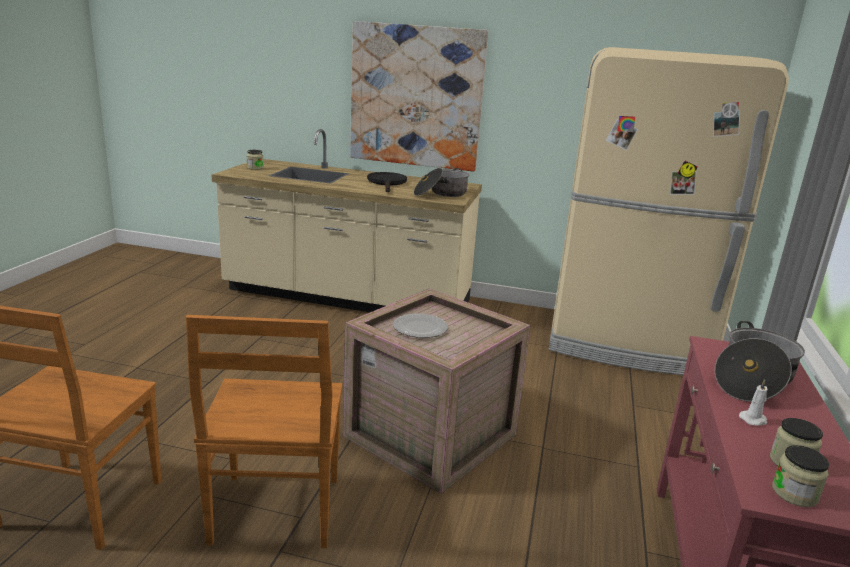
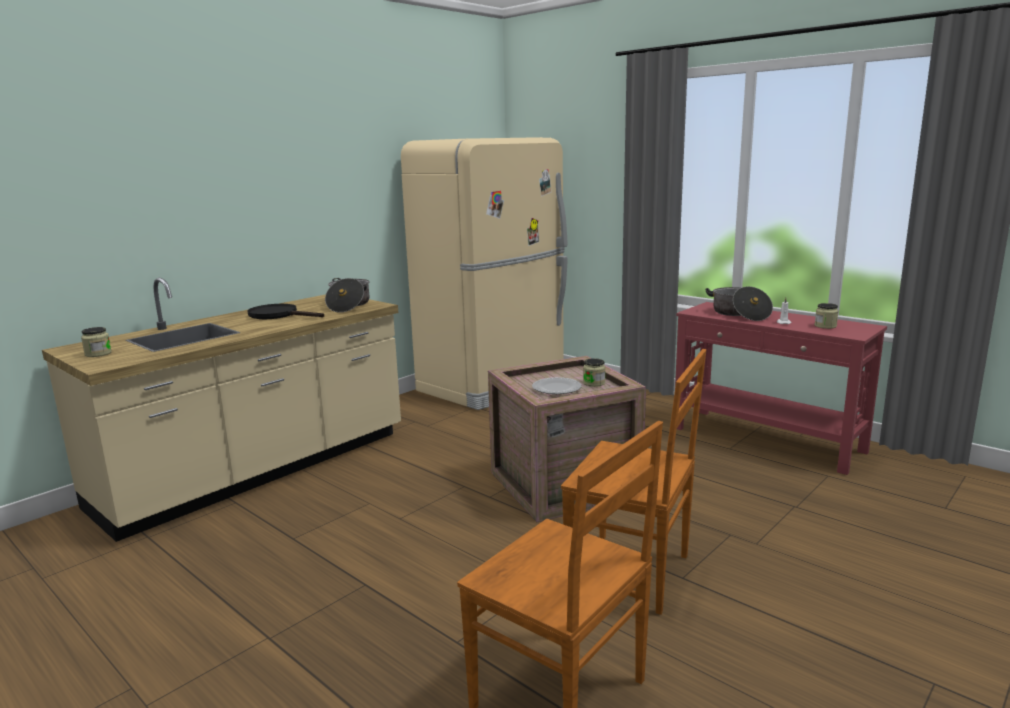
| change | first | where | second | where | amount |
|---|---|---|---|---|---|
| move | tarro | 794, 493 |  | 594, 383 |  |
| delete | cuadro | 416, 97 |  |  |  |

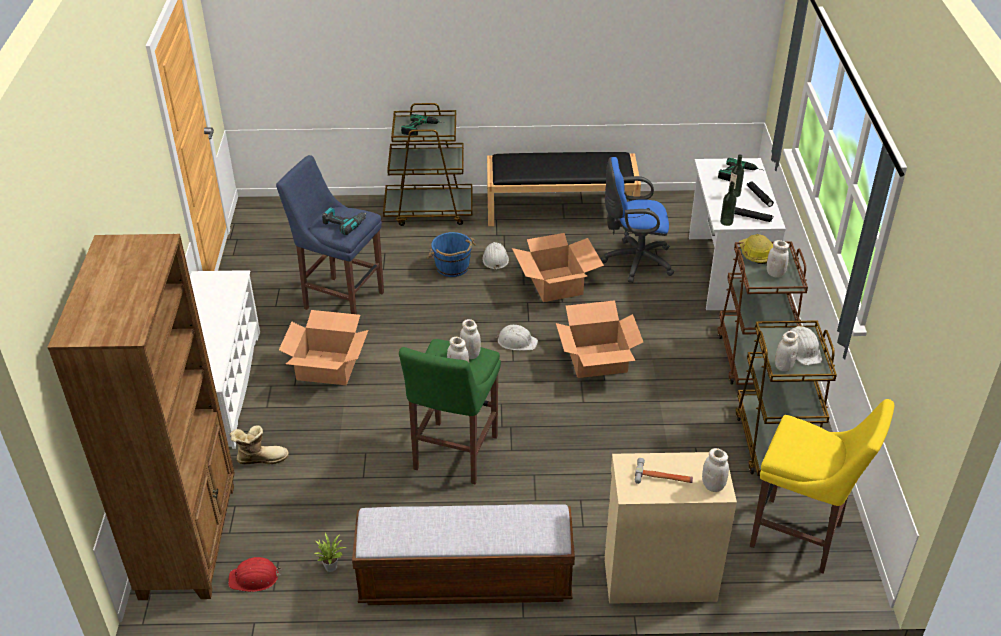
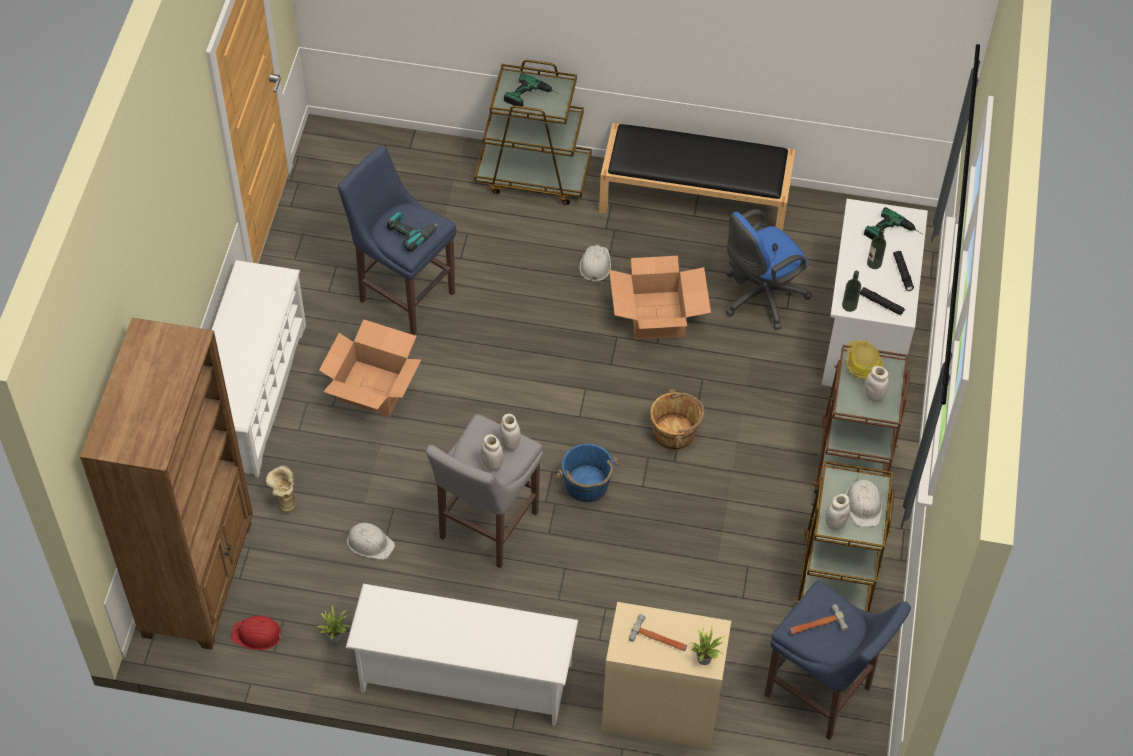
| change | first | where | second | where | amount |
|---|---|---|---|---|---|
| rotate | bota | 261, 458 |  | 283, 494 | 105 degrees counterclockwise |
| move | casco/blanco | 516, 342 |  | 369, 543 |  |
| replace | banco | 465, 580 | zapatero/blanco | 464, 678 |  |
| recolor | taburete/verde | 453, 455 | taburete/gris | 485, 528 |  |
| move | cubo/azul | 452, 267 |  | 587, 485 |  |
| replace | caja de cartón | 598, 360 | cubo/marrón | 675, 433 |  |
| replace | tarro/blanco | 713, 486 | planta en maceta | 705, 657 |  |
| rotate | silla de oficina/azul | 634, 261 |  | 759, 297 | 45 degrees counterclockwise |
| recolor | taburete/amarillo | 801, 537 | taburete/azul | 822, 695 |  |
| insert |  |  | martillo | 816, 626 |  |

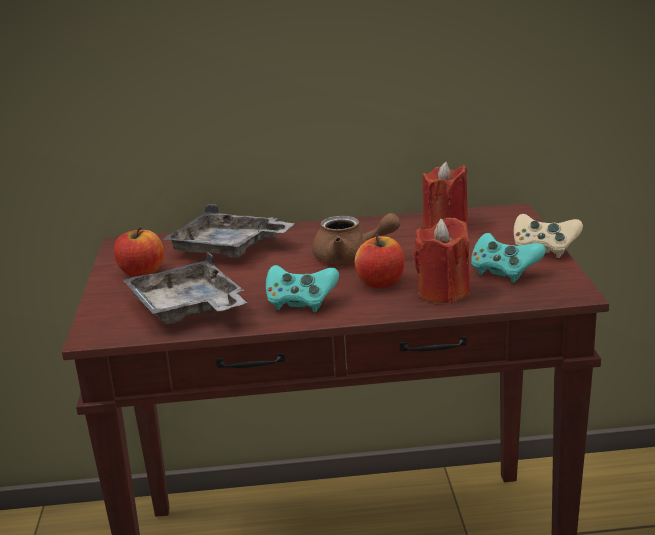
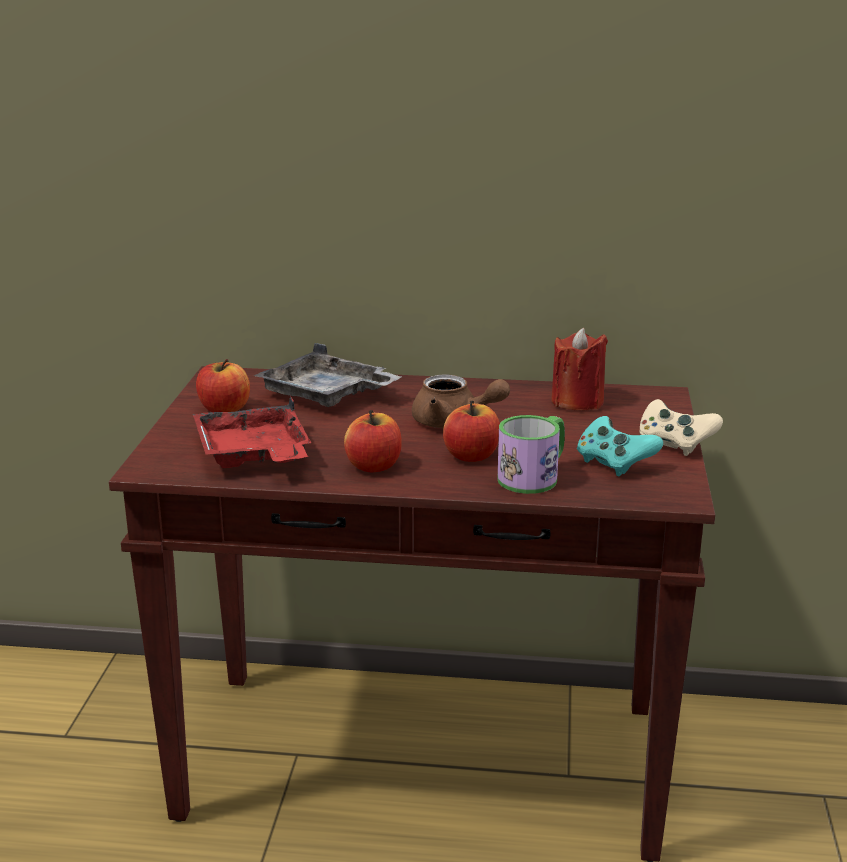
| change | first | where | second | where | amount |
|---|---|---|---|---|---|
| recolor | bandeja/gris | 188, 309 | bandeja/rojo | 254, 455 |  |
| replace | mando de consola/turquesa | 300, 303 | manzana | 374, 466 |  |
| replace | vela/rojo | 443, 292 | taza grande | 534, 476 |  |

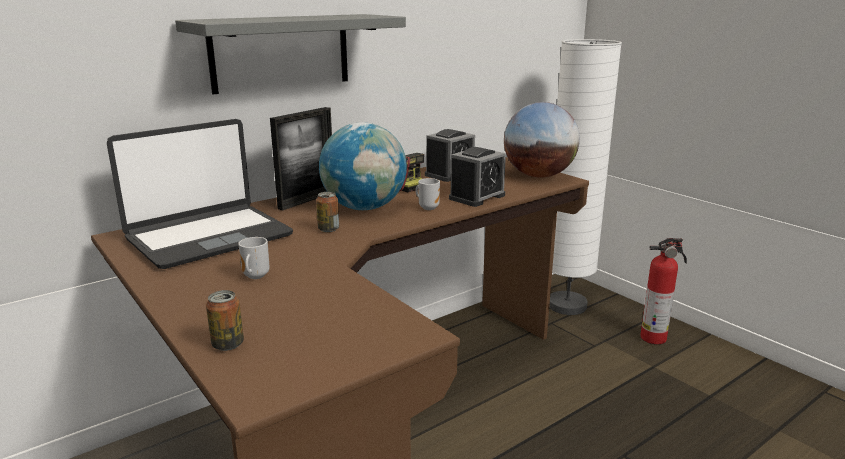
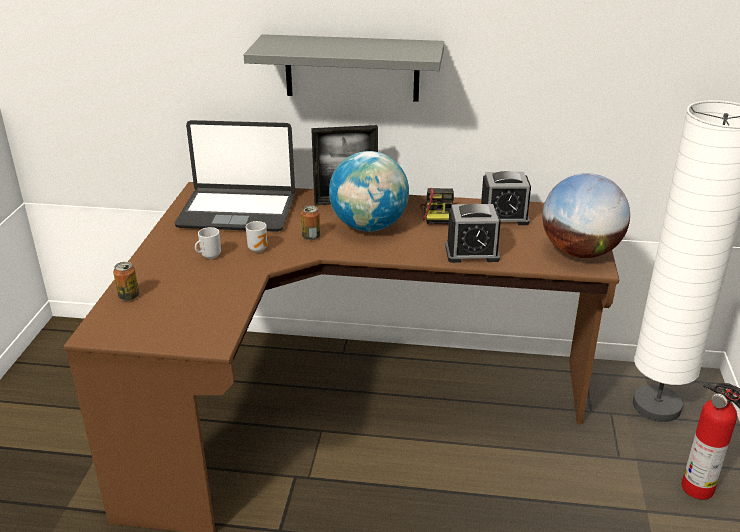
| change | first | where | second | where | amount |
|---|---|---|---|---|---|
| move | taza grande | 428, 207 |  | 259, 249 |  |

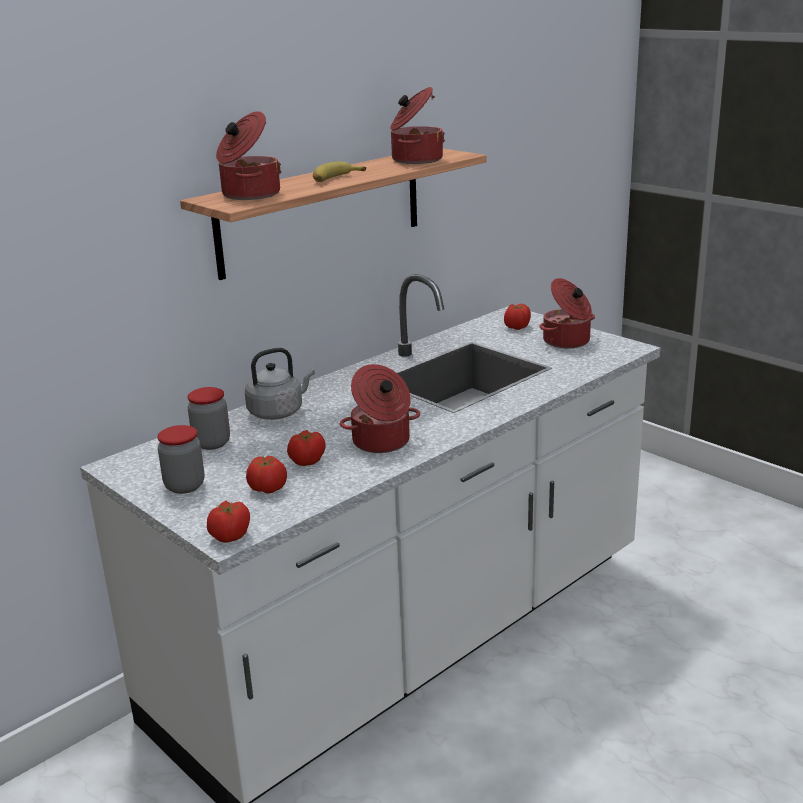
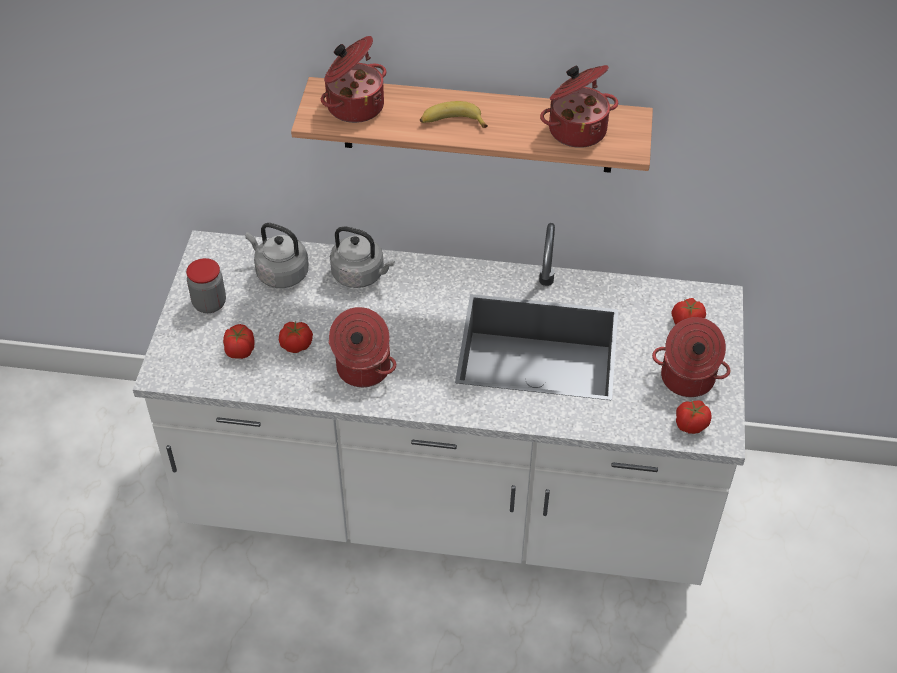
| change | first | where | second | where | amount |
|---|---|---|---|---|---|
| replace | tarro | 212, 443 | hervidor/gris | 280, 273 |  |
| move | tomate | 230, 536 |  | 690, 425 |  |

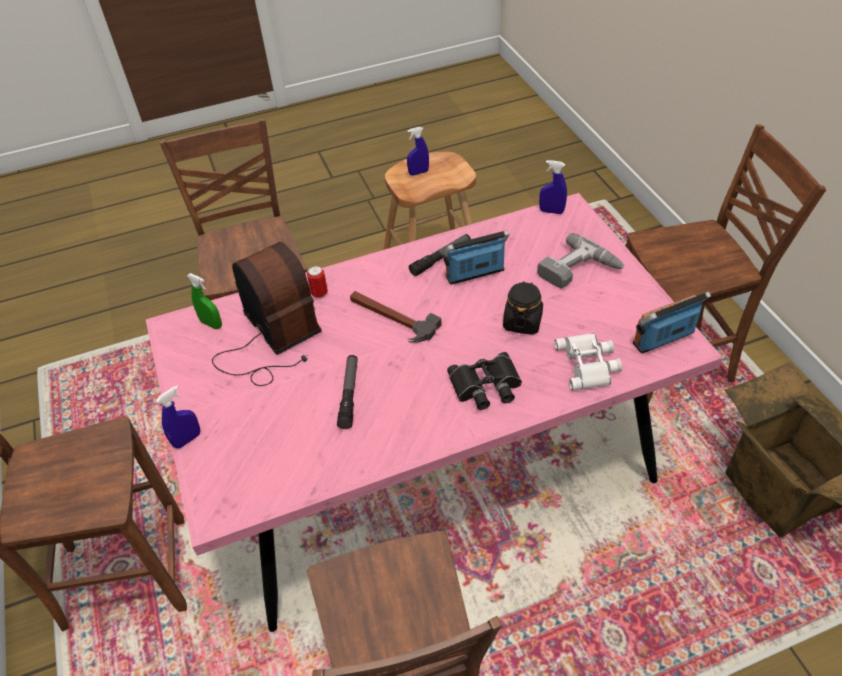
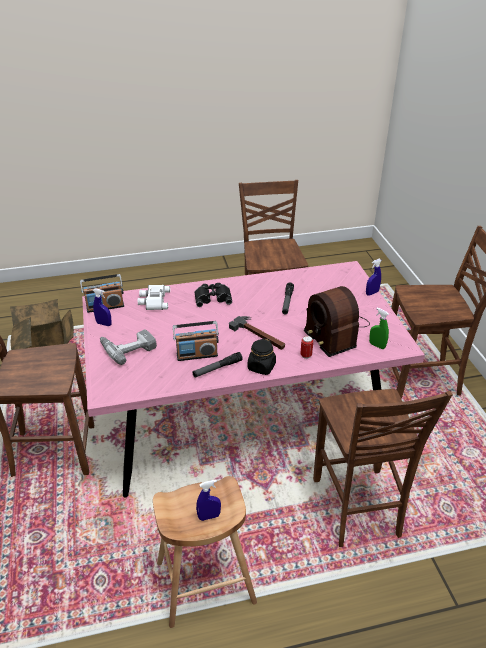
| change | first | where | second | where | amount |
|---|---|---|---|---|---|
| move | pulverizador/azul | 551, 211 |  | 104, 324 |  |
| move | tarro/negro | 522, 322 |  | 261, 367 |  |

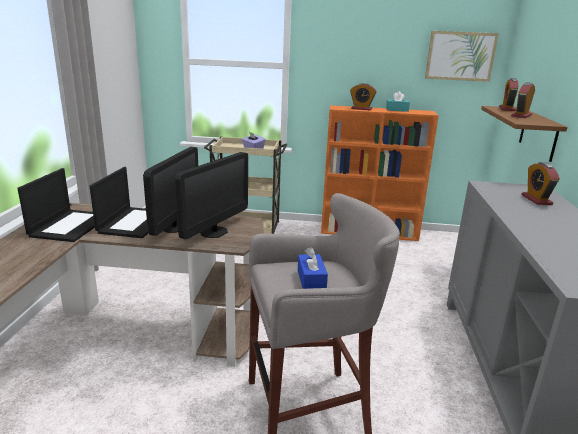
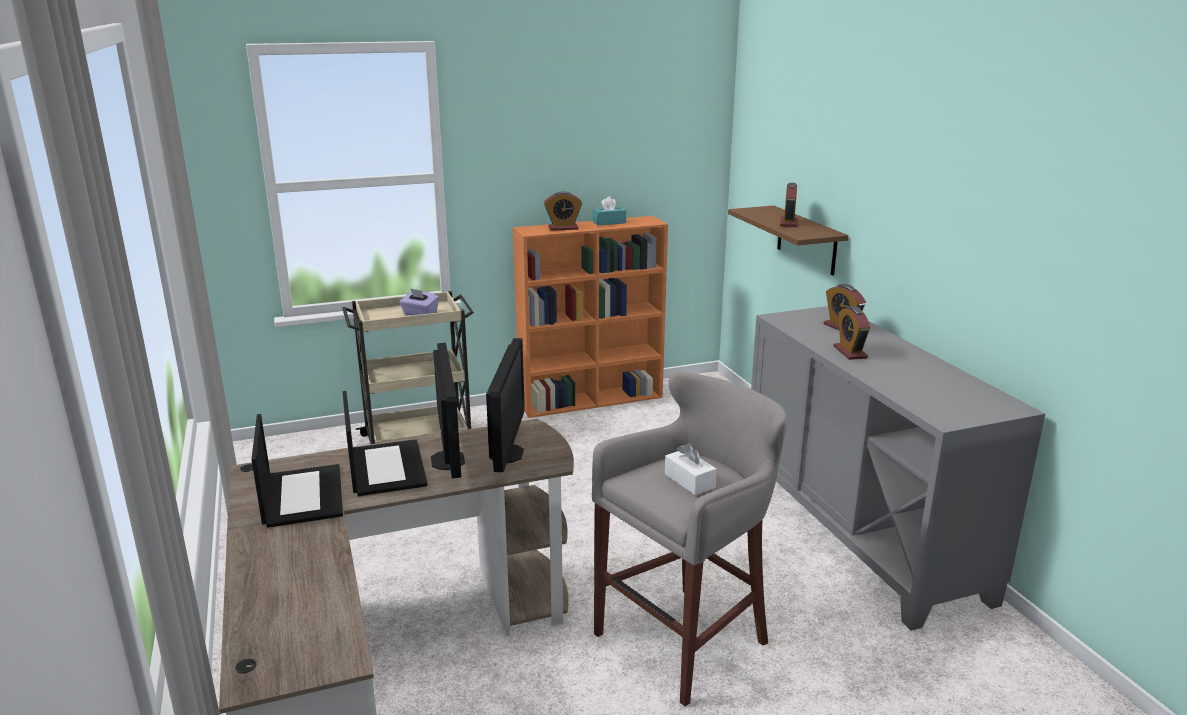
| change | first | where | second | where | amount |
|---|---|---|---|---|---|
| recolor | caja de pañuelos/azul | 311, 280 | caja de pañuelos/blanco | 689, 481 |  |
| move | despertador | 507, 109 |  | 850, 352 |  |
| delete | cuadro | 460, 56 |  |  |  |

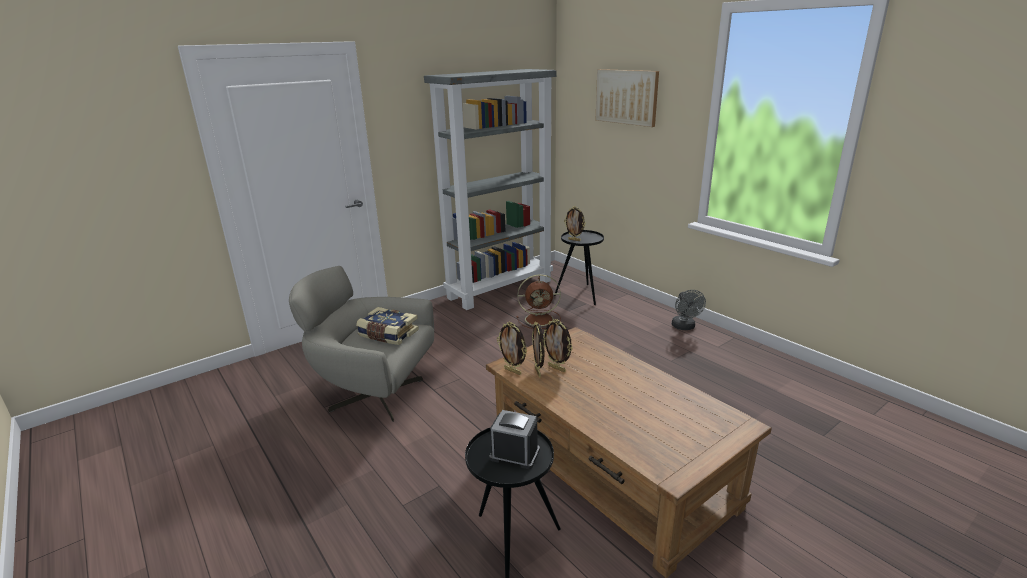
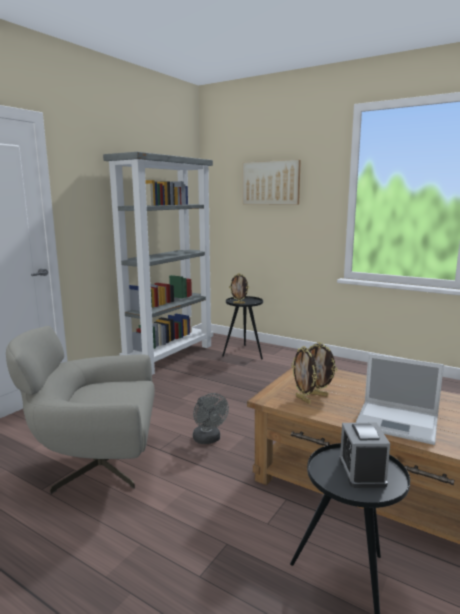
| change | first | where | second | where | amount |
|---|---|---|---|---|---|
| move | ventilador/gris | 684, 327 |  | 208, 440 |  |
| rotate | despertador | 514, 454 |  | 362, 472 | 90 degrees counterclockwise |
| insert |  |  | portátil | 398, 422 |  |
| delete | libro | 388, 335 |  |  |  |
| delete | portarretratos | 513, 371 |  |  |  |
| delete | ventilador/marrón | 540, 319 |  |  |  |

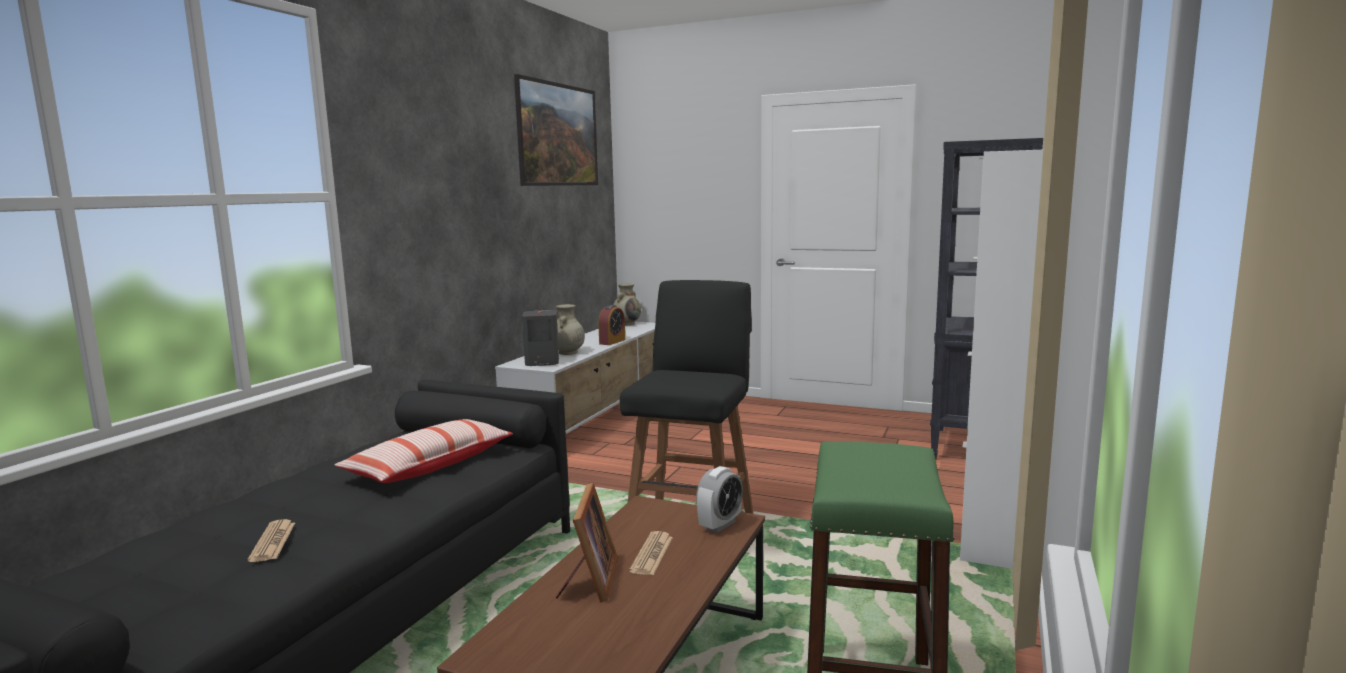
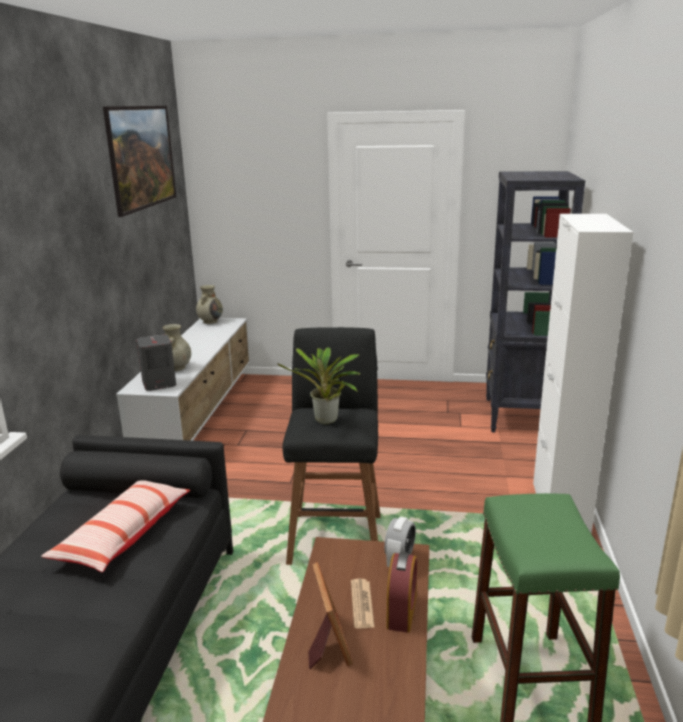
| change | first | where | second | where | amount |
|---|---|---|---|---|---|
| insert |  |  | planta en maceta | 327, 422 |  |
| move | despertador | 612, 342 |  | 401, 611 |  |
| delete | periódico | 273, 542 |  |  |  |

